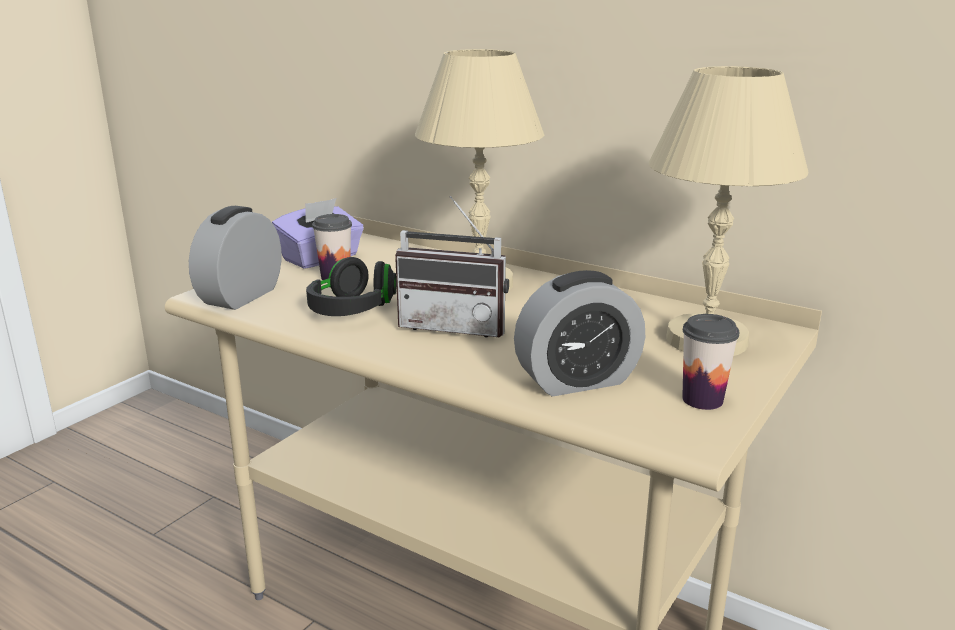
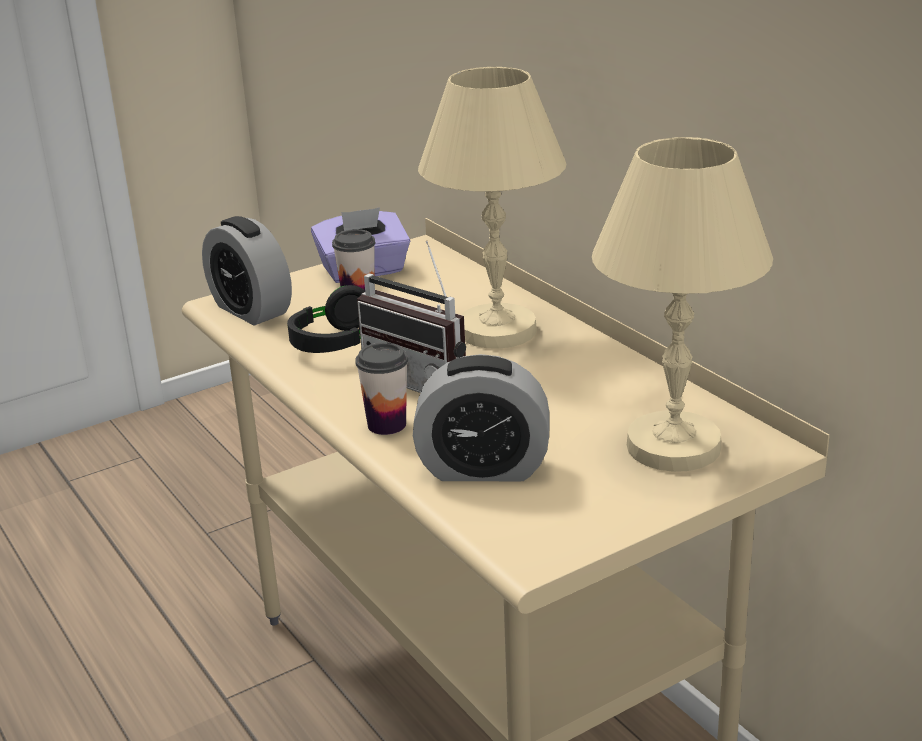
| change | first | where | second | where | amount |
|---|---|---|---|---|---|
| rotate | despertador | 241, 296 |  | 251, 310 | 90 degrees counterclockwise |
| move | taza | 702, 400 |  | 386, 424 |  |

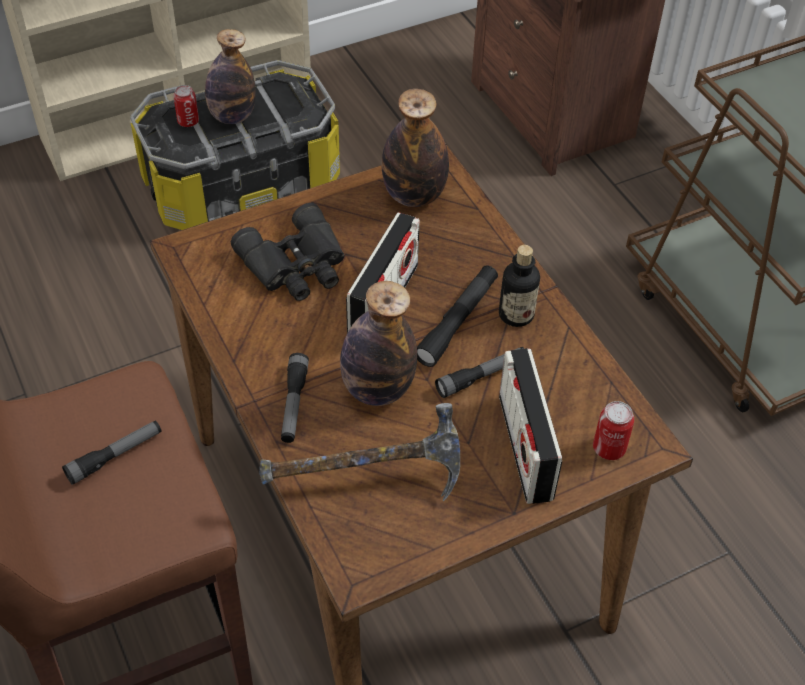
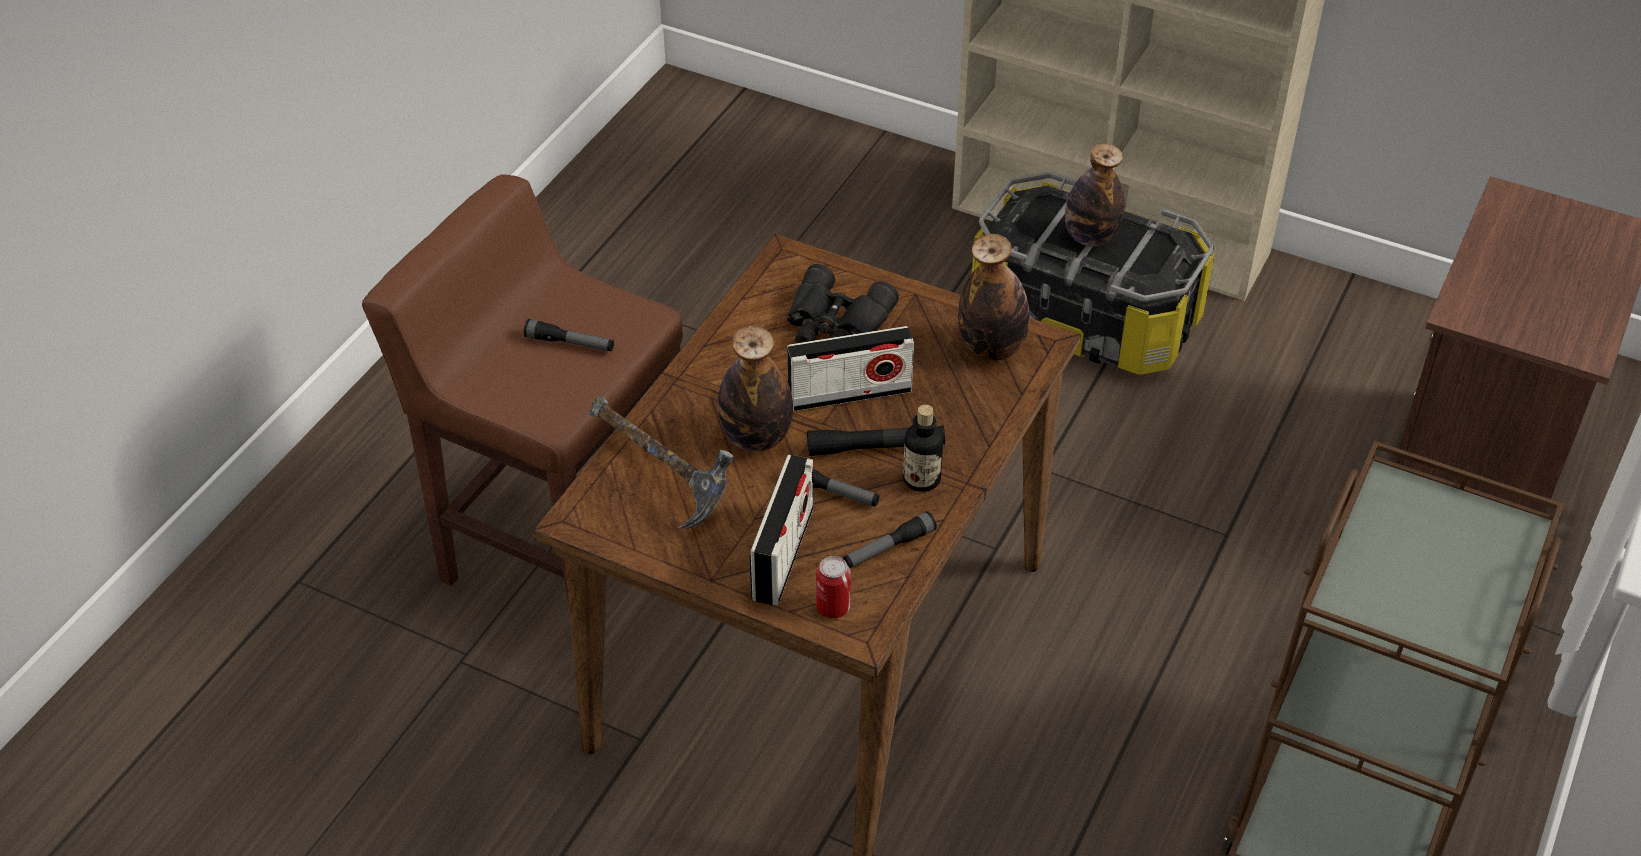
| change | first | where | second | where | amount |
|---|---|---|---|---|---|
| rotate | radio | 525, 447 |  | 783, 554 | 150 degrees clockwise |
| move | linterna | 293, 404 |  | 888, 548 |  |
| delete | lata | 188, 121 |  |  |  |

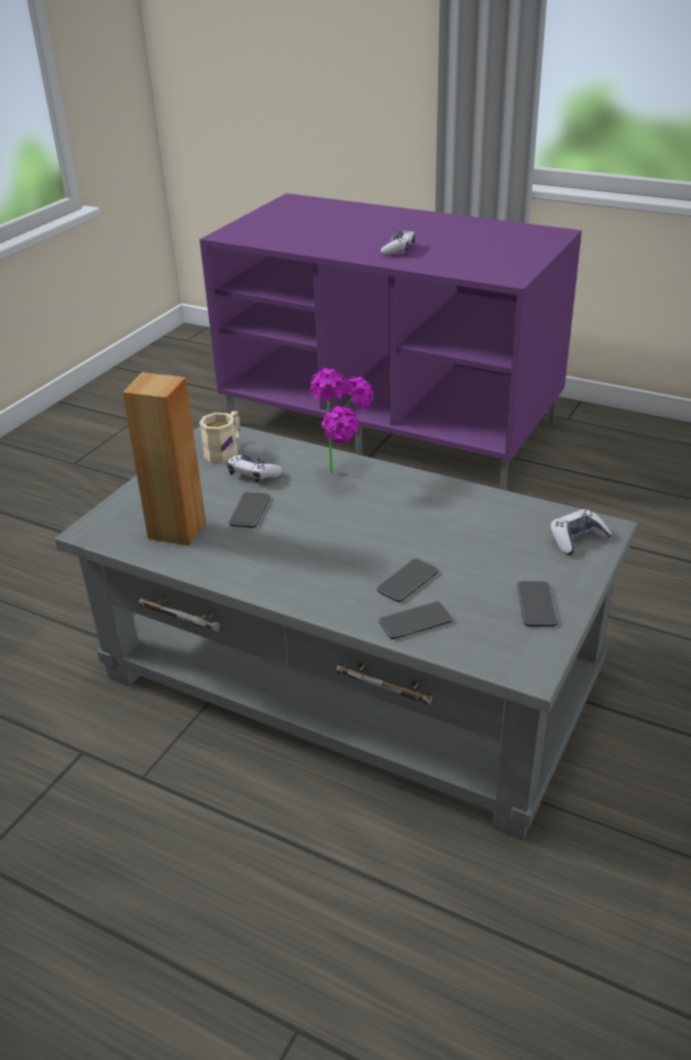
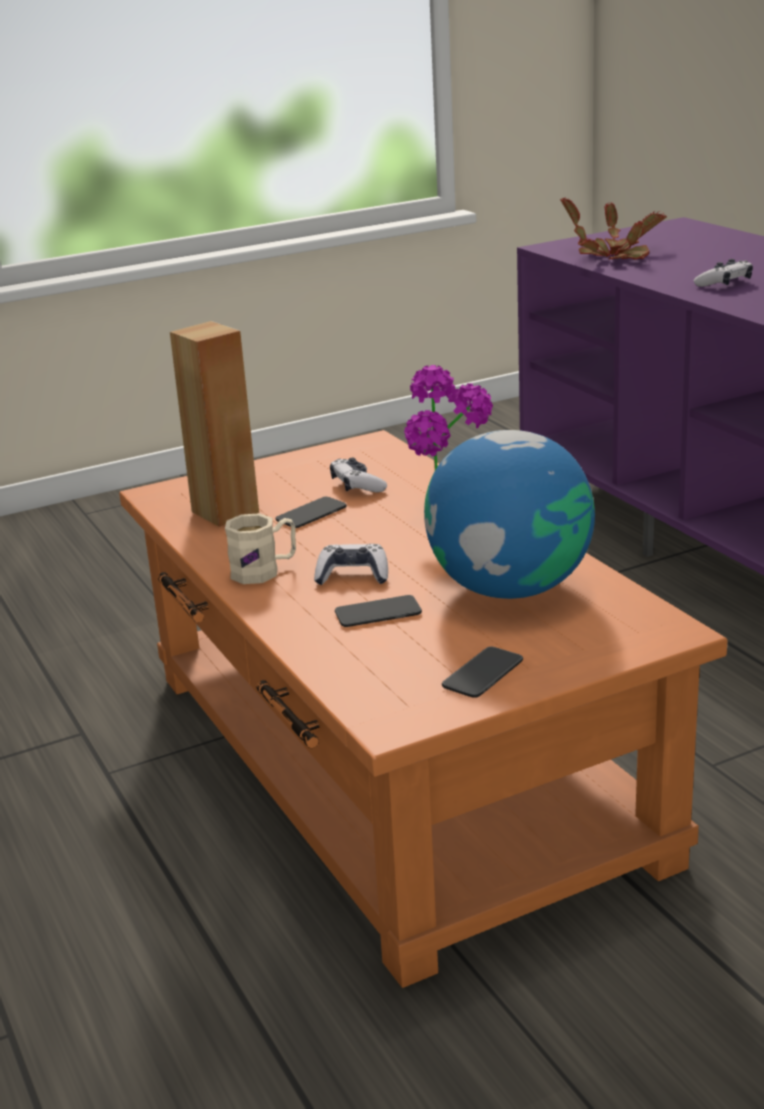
| change | first | where | second | where | amount |
|---|---|---|---|---|---|
| recolor | mesa de centro/gris | 349, 675 | mesa de centro/naranja | 394, 761 |  |
| move | taza grande/beis | 225, 451 |  | 264, 571 |  |
| move | mando de consola | 577, 539 |  | 353, 575 |  |
| insert |  |  | globo terráqueo | 510, 588 |  |
| insert |  |  | planta en maceta | 613, 256 |  |
| delete | móvil | 415, 621 |  |  |  |

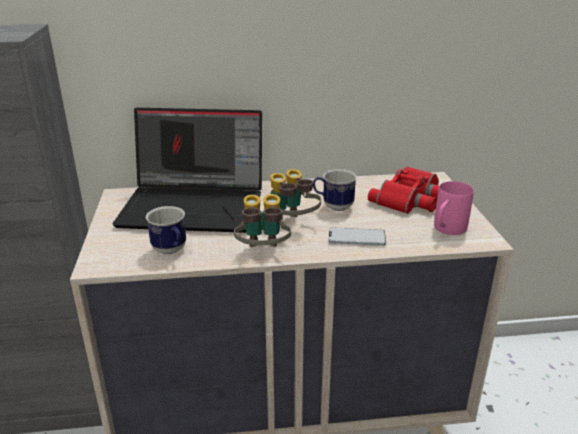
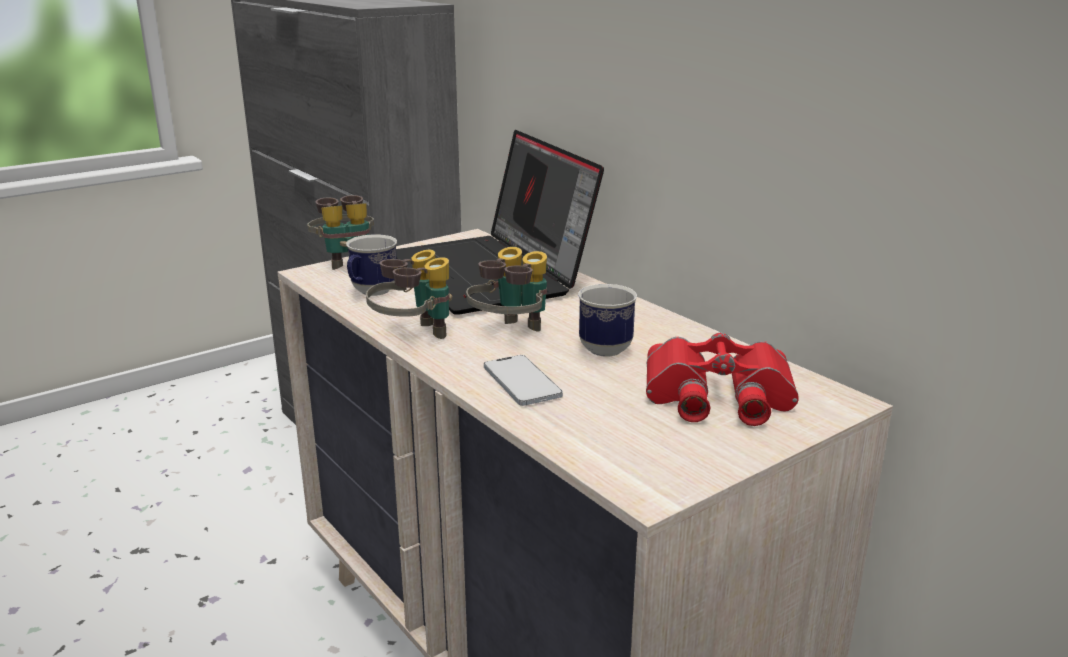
| change | first | where | second | where | amount |
|---|---|---|---|---|---|
| insert |  |  | prismáticos | 346, 261 |  |
| delete | taza grande/rosa | 446, 230 |  |  |  |

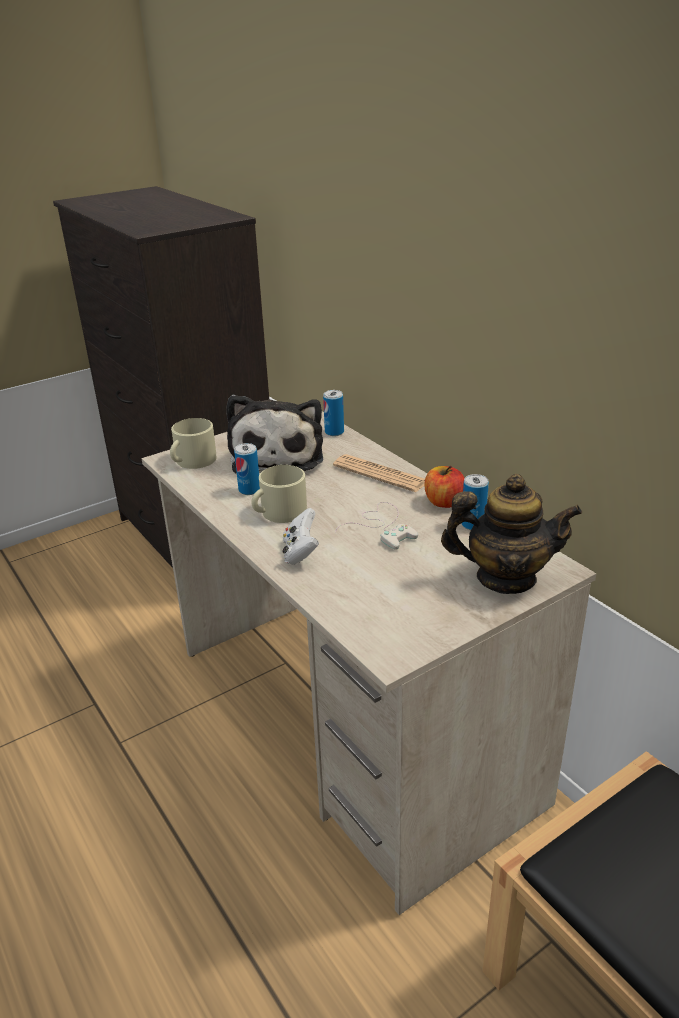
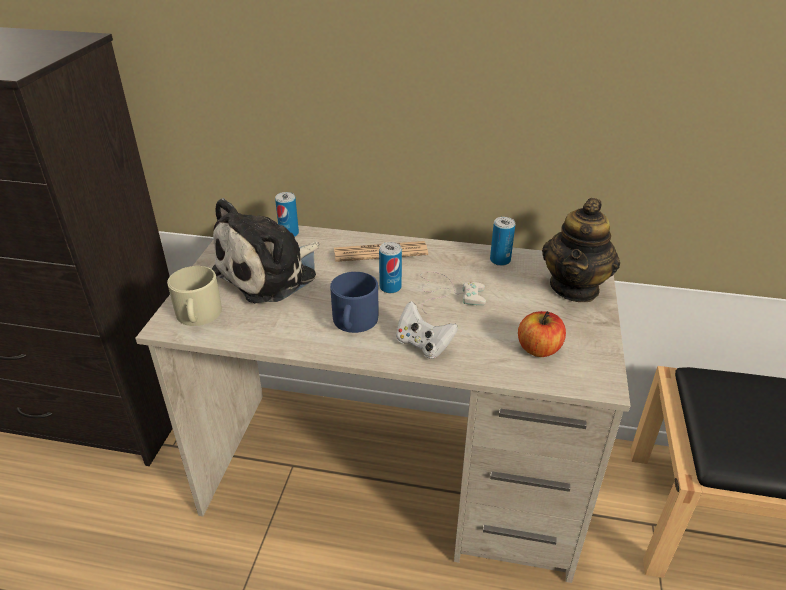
| change | first | where | second | where | amount |
|---|---|---|---|---|---|
| rotate | peluche | 278, 454 |  | 270, 273 | 90 degrees clockwise |
| recolor | taza grande/beis | 279, 513 | taza grande/azul | 354, 322 |  |
| move | lata | 249, 490 |  | 390, 287 |  |
| move | manzana | 444, 502 |  | 539, 349 |  |
| rotate | tetera | 505, 578 |  | 575, 287 | 150 degrees clockwise |

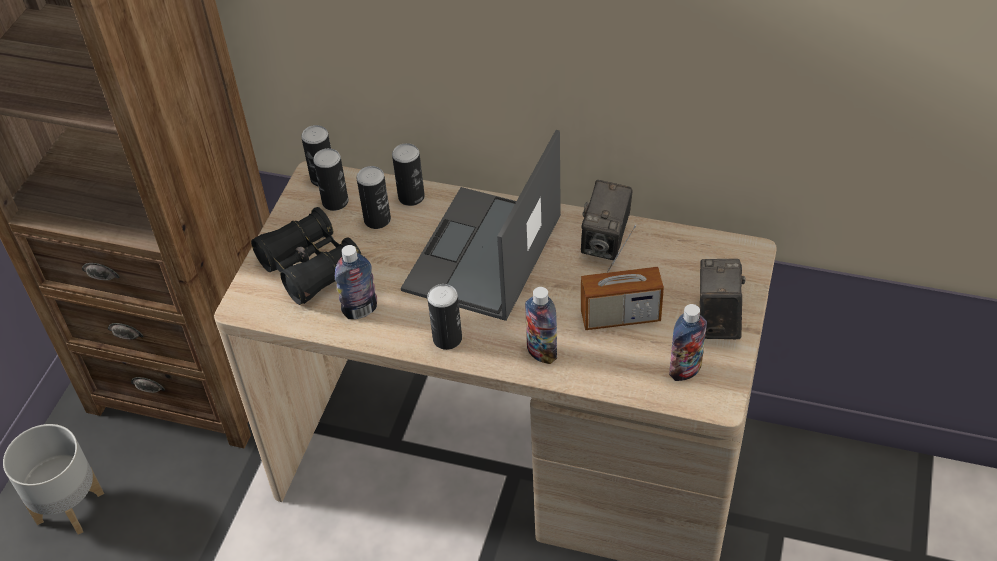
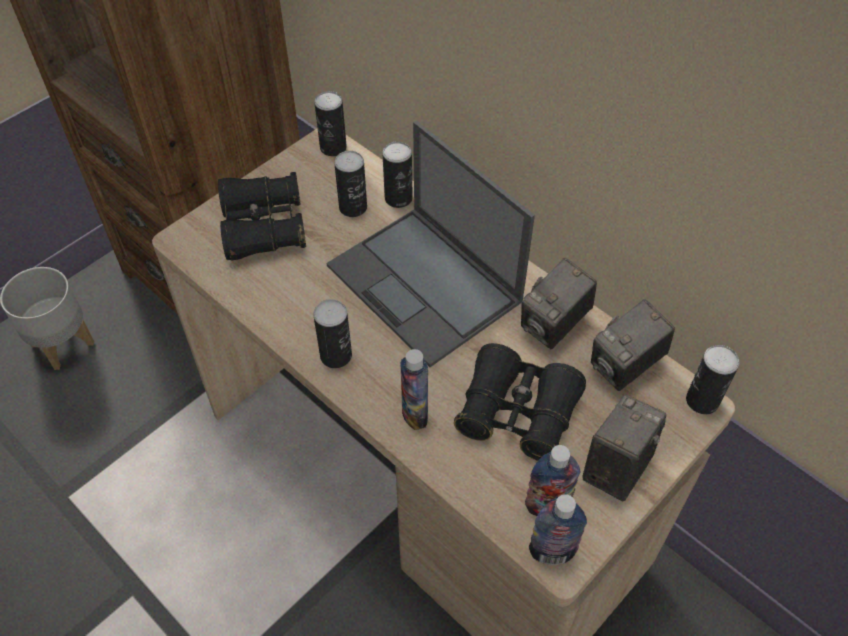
| change | first | where | second | where | amount |
|---|---|---|---|---|---|
| rotate | portátil | 483, 255 |  | 426, 285 | 90 degrees counterclockwise |
| replace | radio | 620, 317 | prismáticos/negro | 517, 413 |  |
| move | botella | 360, 310 |  | 552, 552 |  |
| insert |  |  | cámara | 625, 366 |  |
| move | lata | 335, 202 |  | 702, 400 |  |

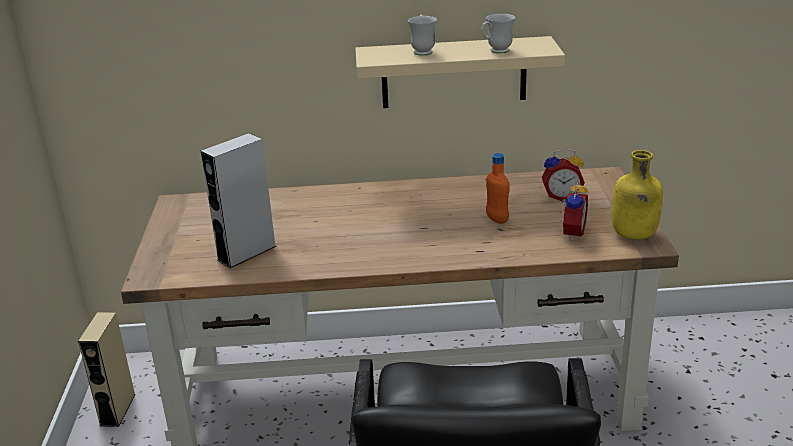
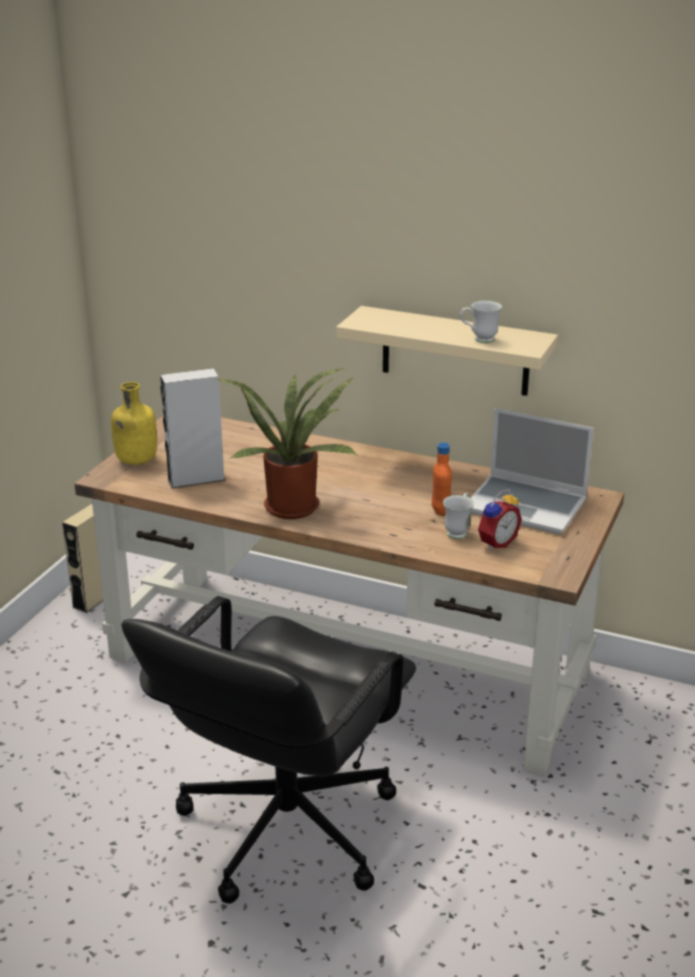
| change | first | where | second | where | amount |
|---|---|---|---|---|---|
| move | botella/amarillo | 633, 235 |  | 136, 461 |  |
| insert |  |  | planta en maceta | 293, 505 |  |
| move | taza grande/blanco | 422, 51 |  | 458, 531 |  |
| replace | despertador | 561, 196 | portátil | 527, 506 |  |

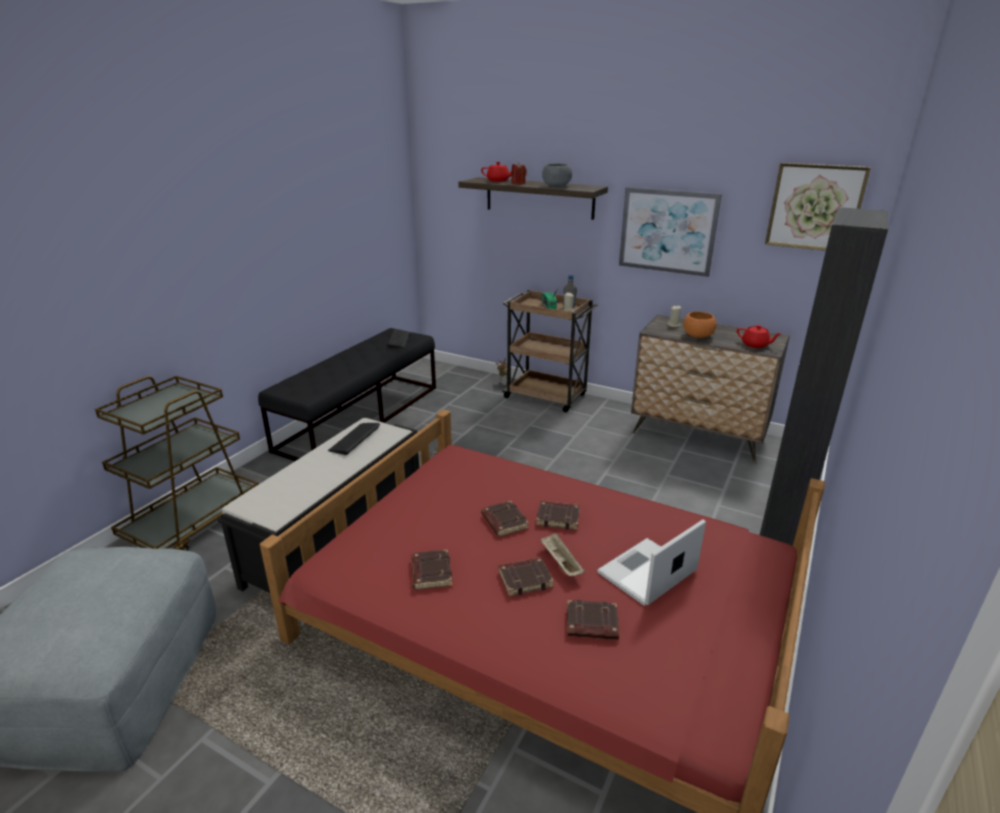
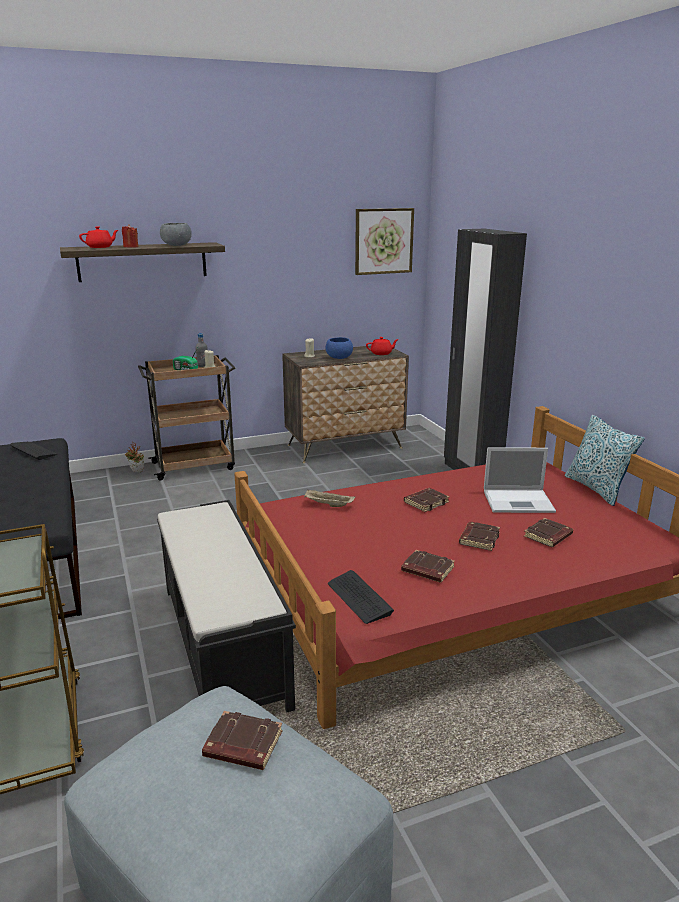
| change | first | where | second | where | amount |
|---|---|---|---|---|---|
| move | libro/marrón | 503, 521 |  | 242, 746 |  |
| move | bandeja/beis | 560, 563 |  | 328, 505 |  |
| recolor | cuenco/naranja | 697, 336 | cuenco/azul | 339, 358 |  |
| move | teclado | 354, 439 |  | 359, 598 |  |
| rotate | portátil | 646, 573 |  | 519, 501 | 90 degrees counterclockwise |
| insert |  |  | cojín | 596, 489 |  |
| delete | cuadro | 667, 231 |  |  |  |

